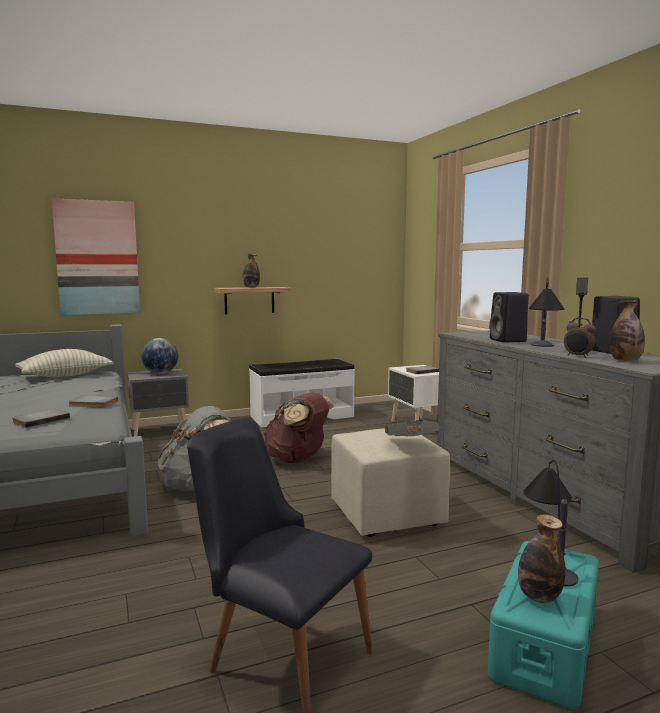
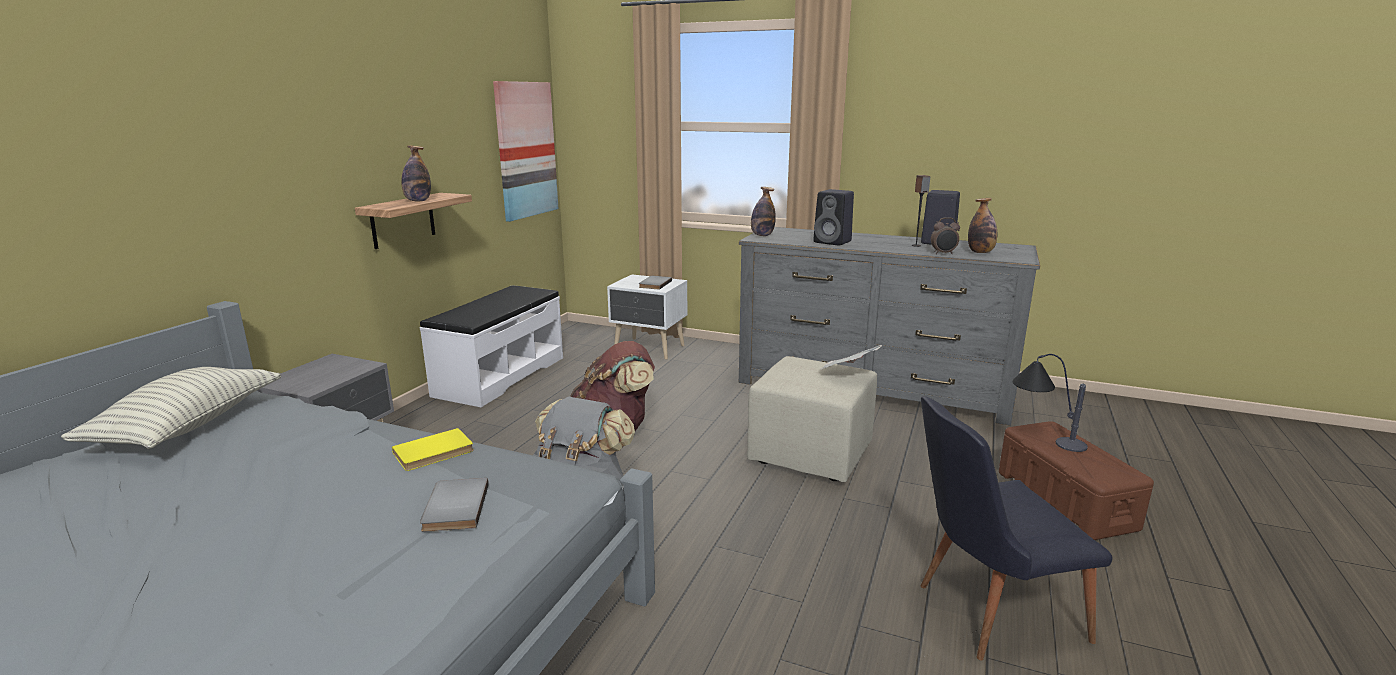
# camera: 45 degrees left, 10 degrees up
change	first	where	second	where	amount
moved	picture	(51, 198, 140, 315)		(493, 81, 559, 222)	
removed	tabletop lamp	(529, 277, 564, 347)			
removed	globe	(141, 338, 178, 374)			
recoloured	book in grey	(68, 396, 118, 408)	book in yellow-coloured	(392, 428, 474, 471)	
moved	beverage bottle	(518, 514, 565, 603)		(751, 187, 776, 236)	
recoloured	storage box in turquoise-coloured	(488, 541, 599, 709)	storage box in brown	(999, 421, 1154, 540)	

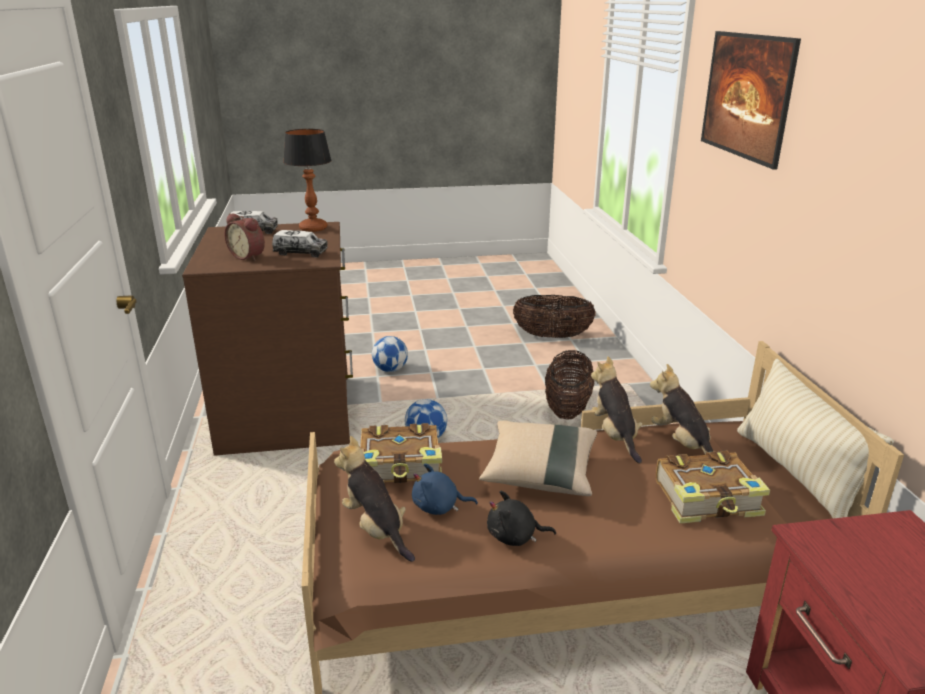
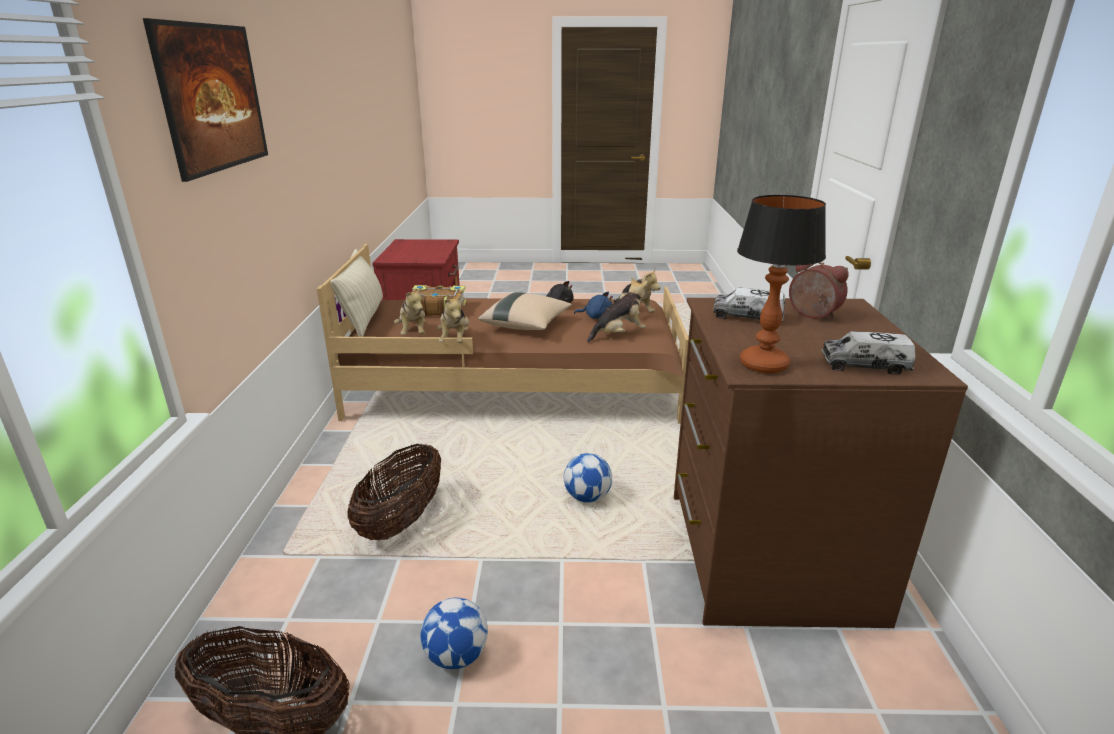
# camera: 170 degrees left, 0 degrees up
change	first	where	second	where	amount
moved	football ball	(372, 336, 408, 372)		(420, 598, 488, 669)	
replaced	book	(360, 423, 442, 484)	soft toy	(587, 277, 648, 342)	

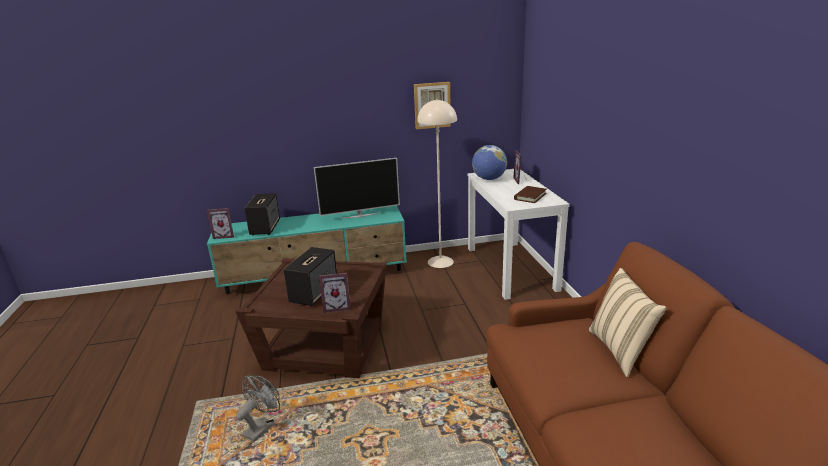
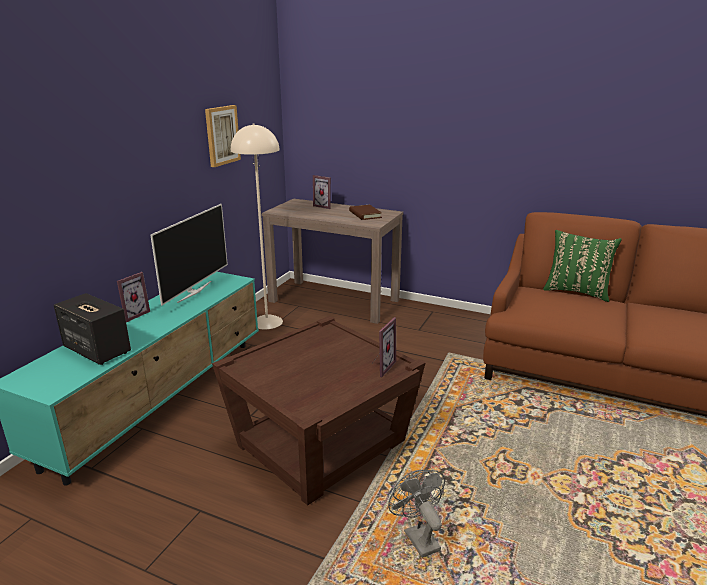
# camera: 55 degrees left, 0 degrees up
change	first	where	second	where	amount
removed	globe	(472, 145, 507, 180)			
recoloured	narrow table in whitish	(468, 169, 570, 300)	narrow table in brown	(262, 199, 403, 324)	
moved	photo frame	(207, 208, 234, 239)		(117, 272, 150, 322)	
removed	audio speaker	(283, 247, 337, 307)			
recoloured	throw pillow in beige	(589, 268, 667, 377)	throw pillow in greenish	(543, 230, 622, 302)	

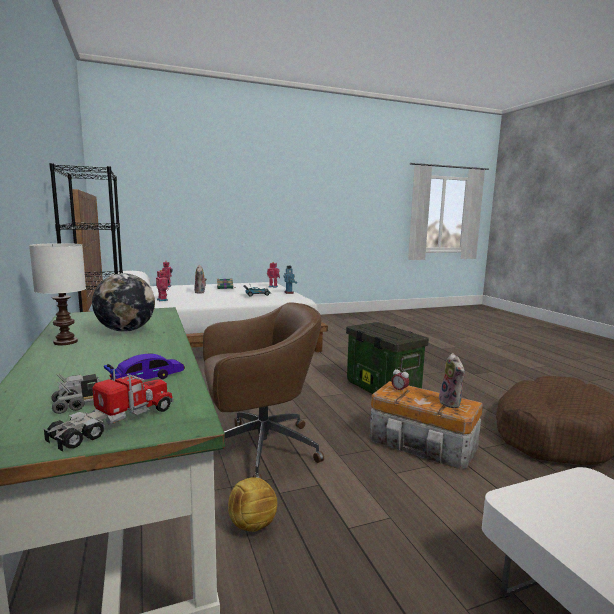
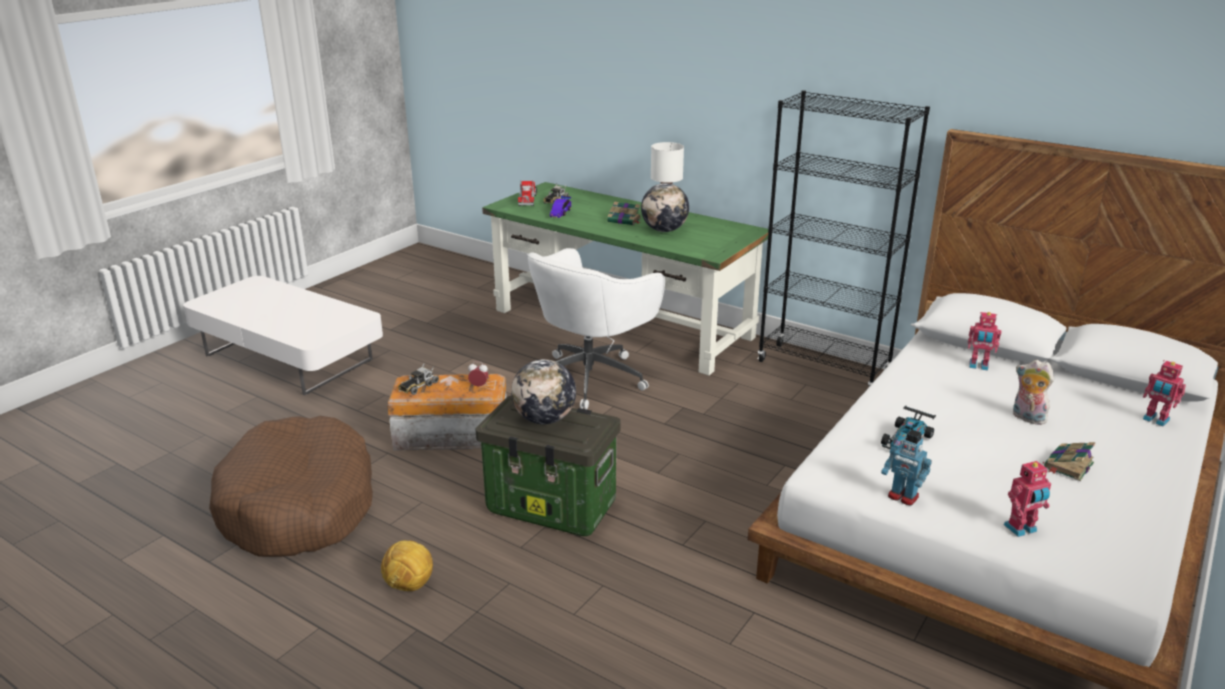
# camera: 145 degrees right, 15 degrees up
change	first	where	second	where	amount
recoloured	desk chair in brown	(203, 302, 324, 479)	desk chair in whitish	(527, 248, 665, 410)	
replaced	soft toy	(439, 353, 465, 408)	model truck	(398, 363, 439, 395)	
moved	football ball	(228, 477, 277, 532)		(381, 540, 433, 591)	
added			book	(607, 202, 641, 225)	
added			globe	(511, 359, 576, 424)	

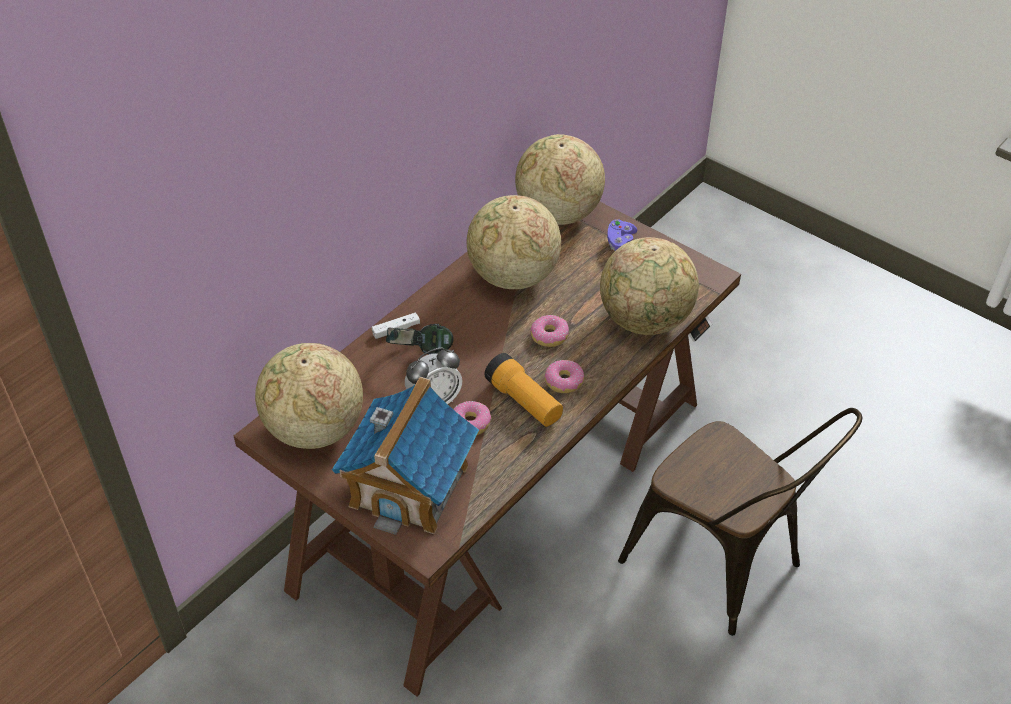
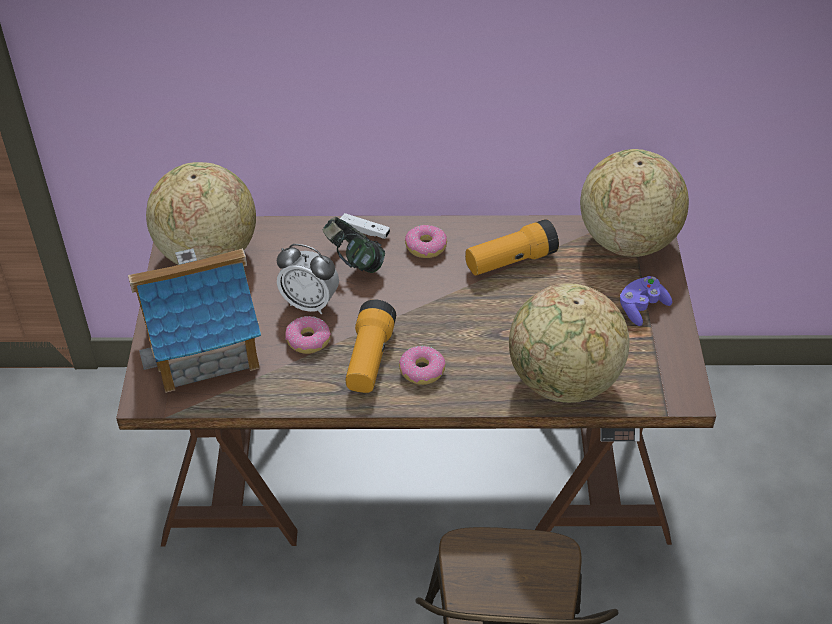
# camera: 50 degrees right, 0 degrees up
change	first	where	second	where	amount
replaced	globe	(467, 195, 561, 289)	hand torch	(465, 219, 559, 276)	
moved	doughnut	(530, 315, 569, 347)		(405, 225, 447, 258)	

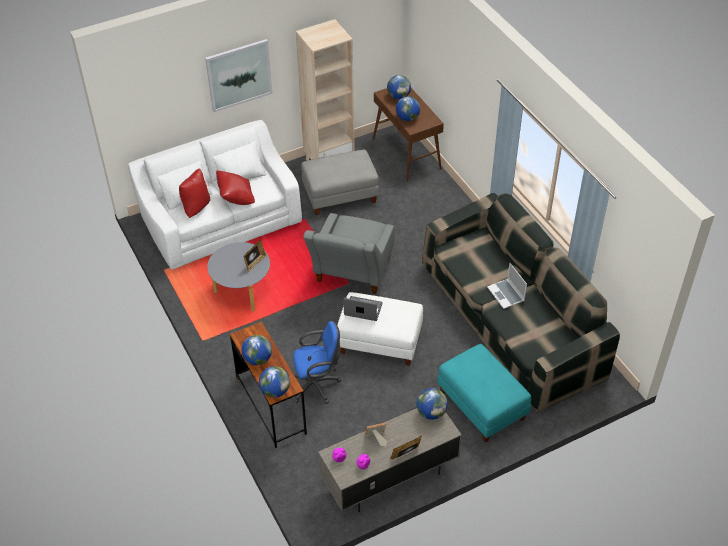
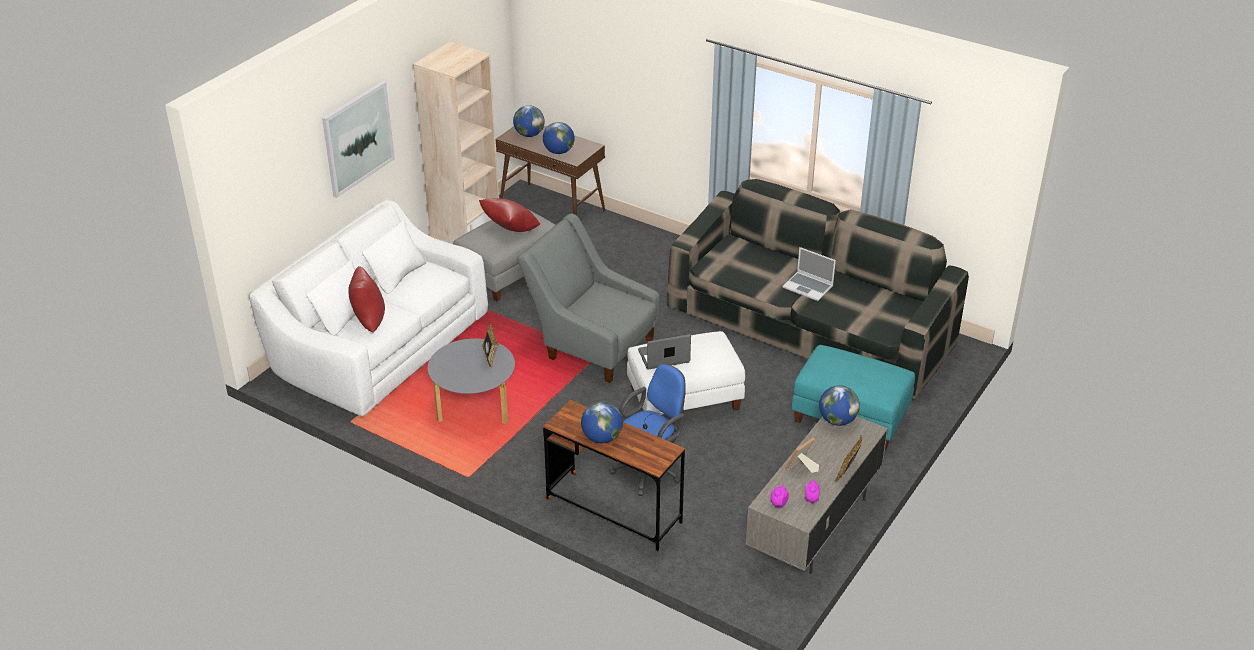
# camera: 30 degrees left, 10 degrees down
change	first	where	second	where	amount
moved	throw pillow in red	(216, 170, 255, 205)		(479, 199, 540, 232)	
turned	easy chair in grey	(303, 213, 395, 294)		(517, 214, 660, 383)	135 degrees clockwise
removed	globe	(259, 366, 290, 398)			

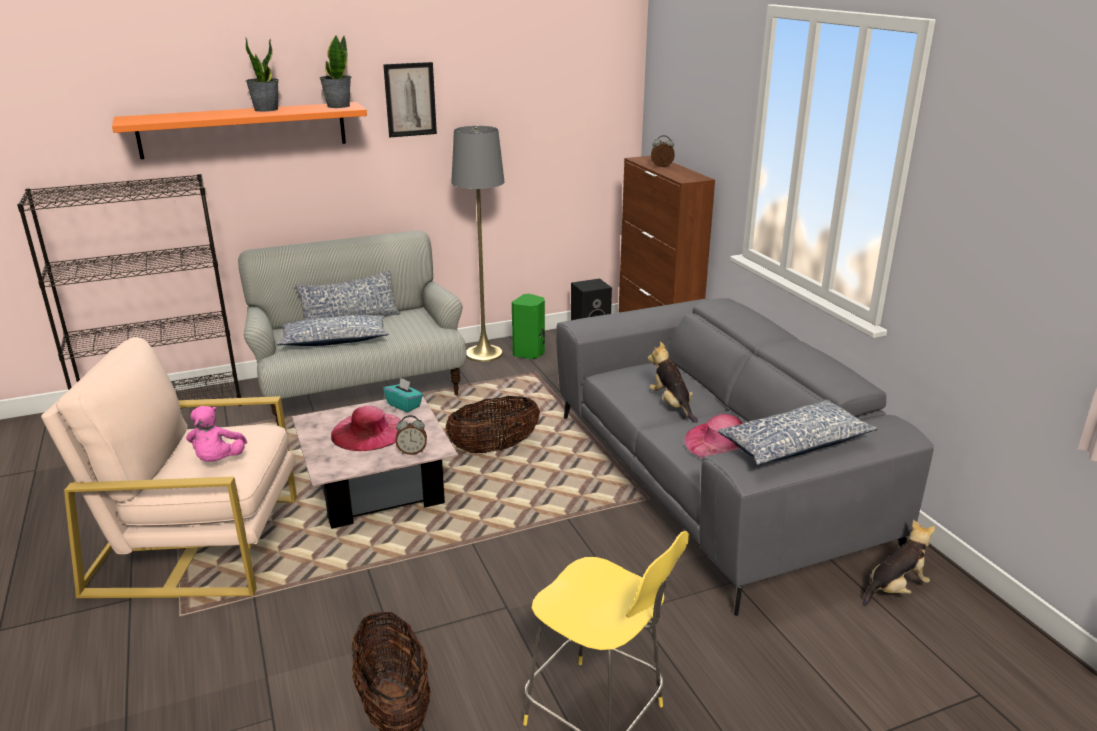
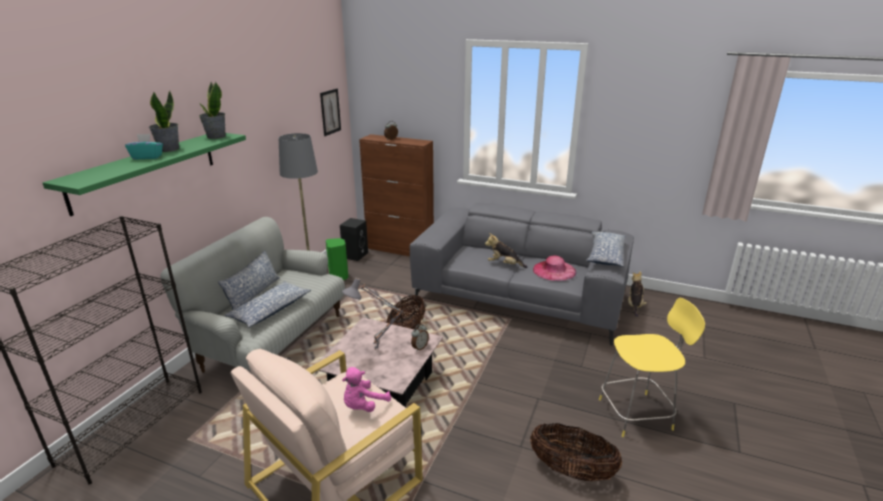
# camera: 45 degrees left, 0 degrees up
change	first	where	second	where	amount
moved	picture	(383, 62, 437, 137)		(320, 89, 341, 136)	
recoloured	shelf in orange-coloured	(112, 102, 367, 159)	shelf in greenish	(42, 133, 246, 216)	
moved	tissue holder in turquoise-coloured	(383, 378, 423, 412)		(125, 134, 163, 159)	
turned	soft toy in pinkish	(186, 406, 247, 462)		(342, 367, 391, 412)	90 degrees clockwise
replaced	wearable hat in pinkish	(331, 406, 401, 451)	tabletop lamp in grey	(342, 278, 403, 350)	

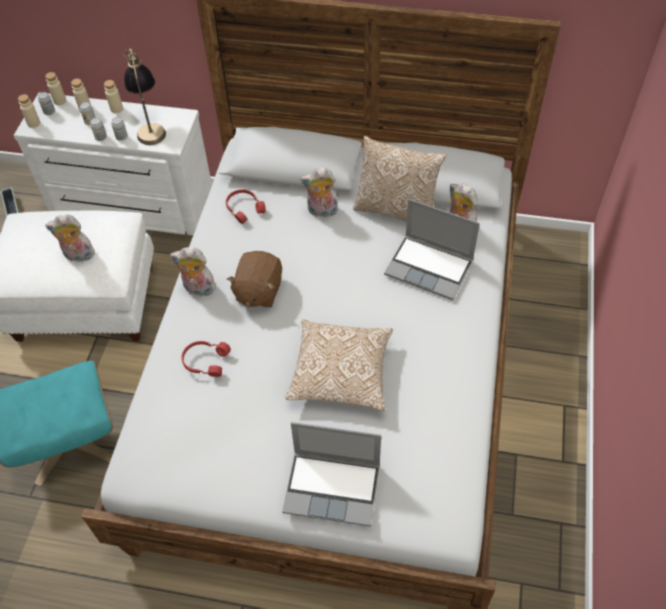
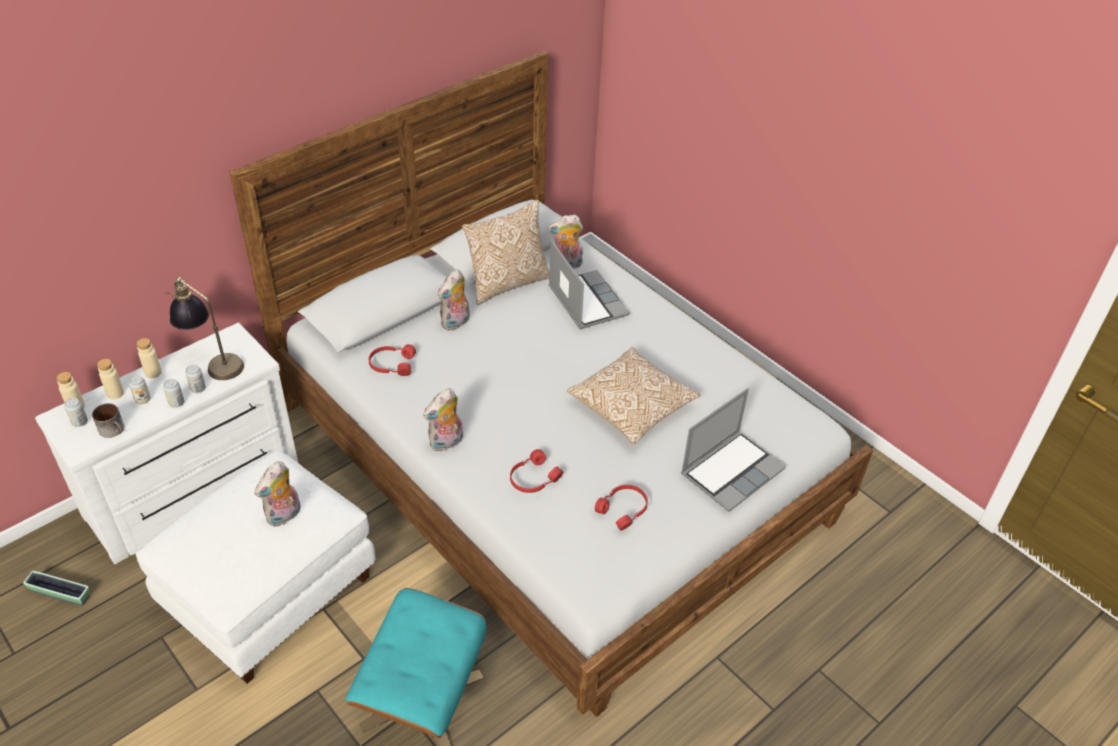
# camera: 55 degrees left, 10 degrees down
change	first	where	second	where	amount
removed	beverage bottle in beige	(18, 94, 40, 128)			
turned	portable computer	(384, 199, 480, 300)		(549, 240, 630, 329)	90 degrees counterclockwise
removed	soft toy in brown	(227, 251, 282, 308)			
added			coffee mug	(92, 403, 124, 438)	
added			pair of headphones in red	(595, 485, 648, 531)	

